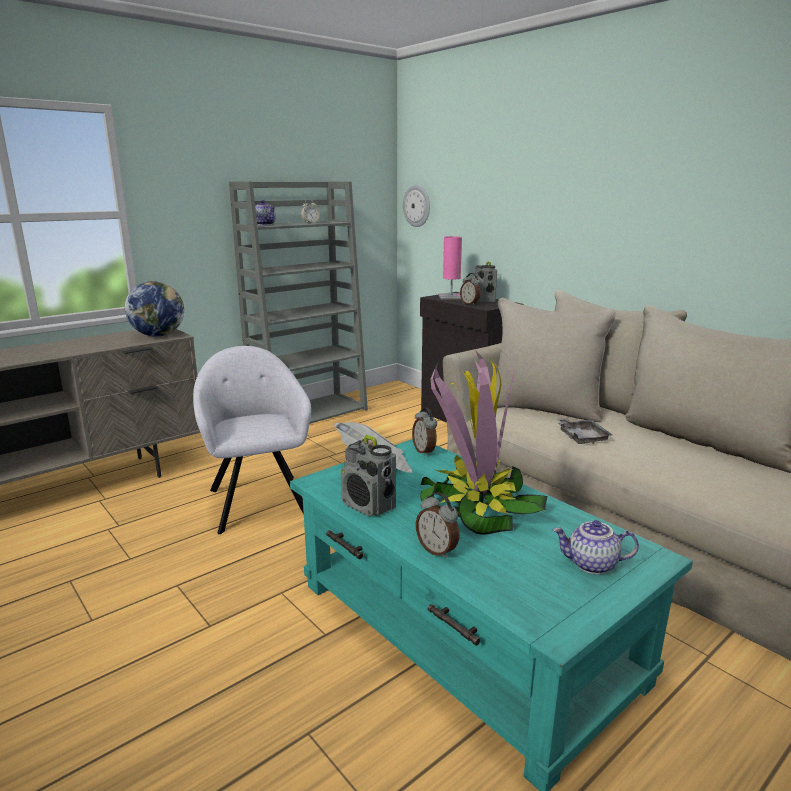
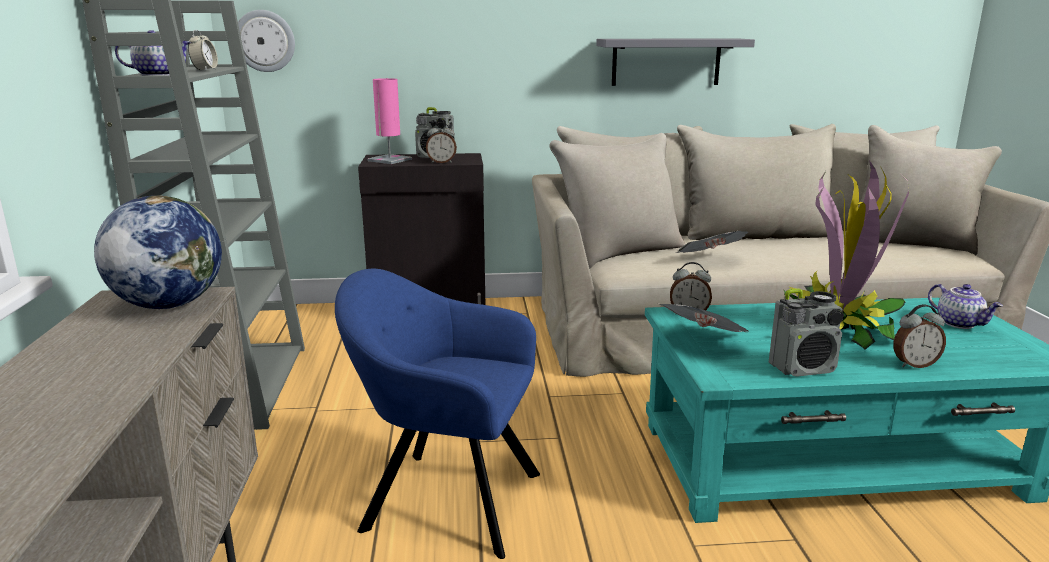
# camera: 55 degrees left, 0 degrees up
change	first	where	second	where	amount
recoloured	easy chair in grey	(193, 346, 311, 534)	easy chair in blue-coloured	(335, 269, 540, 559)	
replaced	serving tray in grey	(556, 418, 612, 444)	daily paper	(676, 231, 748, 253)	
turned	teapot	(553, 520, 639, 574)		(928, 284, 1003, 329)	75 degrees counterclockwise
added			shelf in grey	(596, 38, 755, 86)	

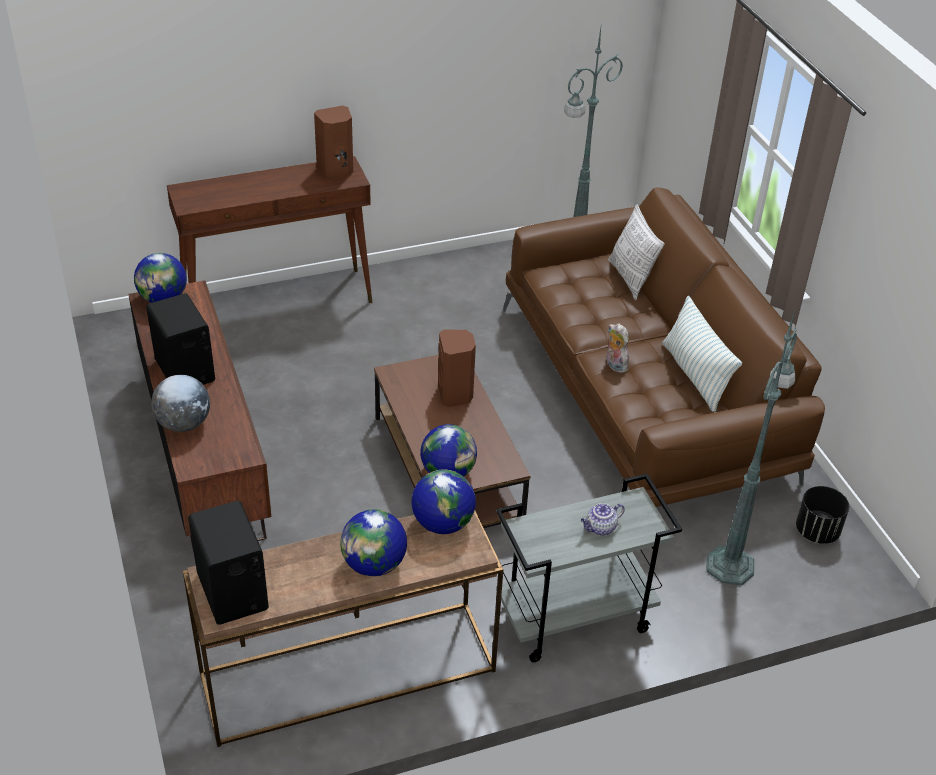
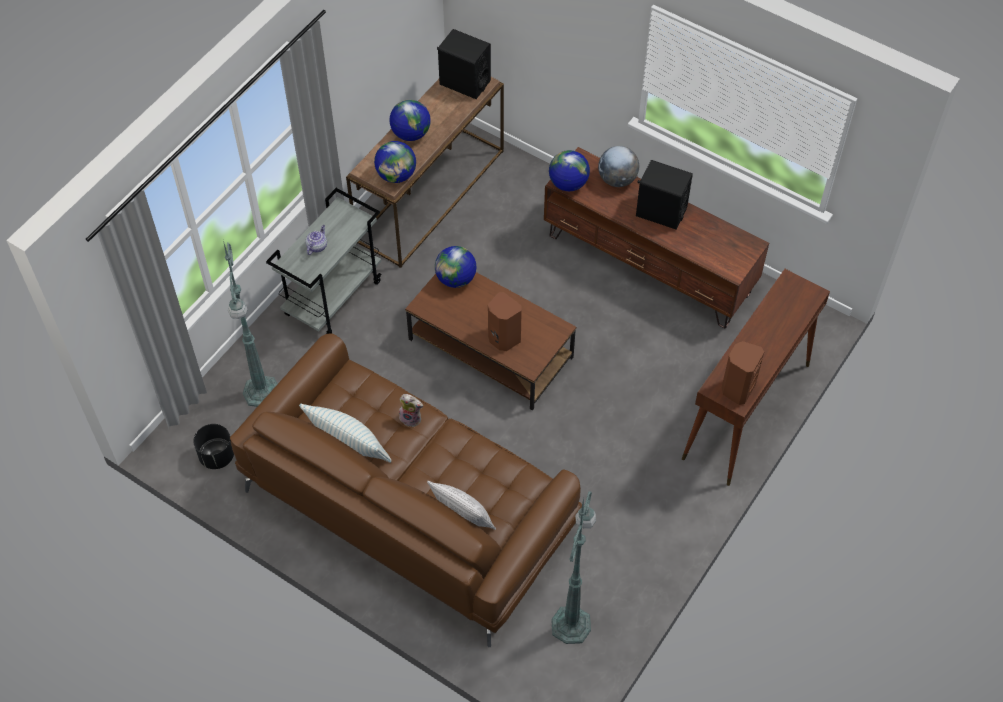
# camera: 145 degrees right, 15 degrees up
change	first	where	second	where	amount
moved	globe	(134, 253, 187, 303)		(549, 150, 590, 191)	

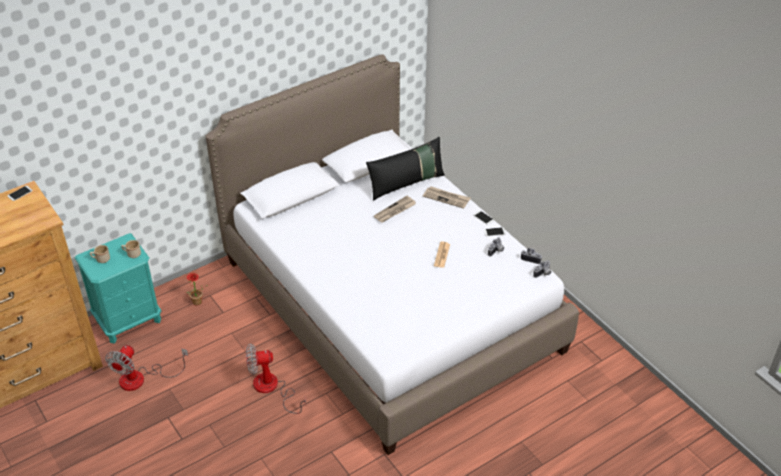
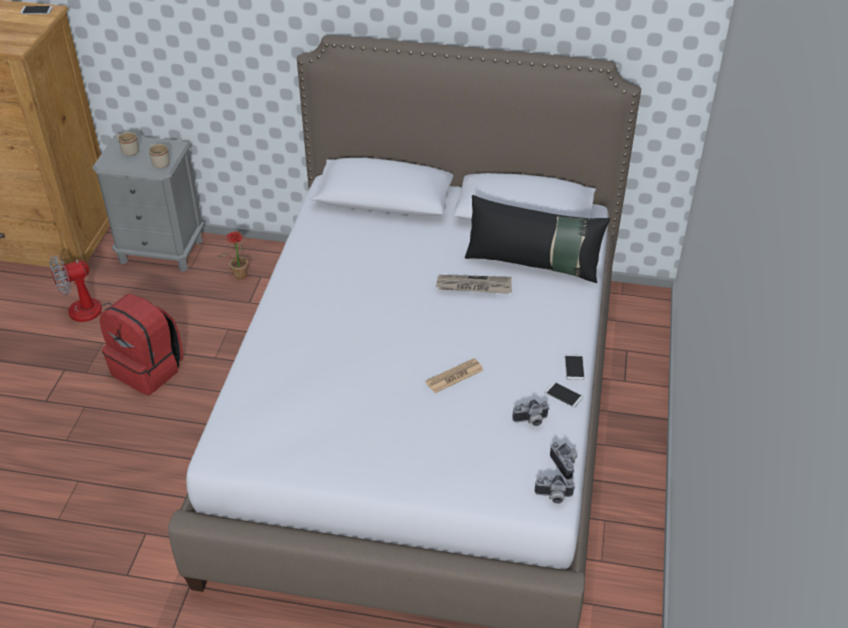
# camera: 45 degrees right, 0 degrees up
change	first	where	second	where	amount
removed	daily paper	(423, 186, 470, 208)			
recoloured	bedside table in turquoise-coloured	(75, 233, 161, 344)	bedside table in grey	(92, 134, 205, 272)	
removed	cooling fan	(246, 344, 306, 414)			
added			rucksack in red	(100, 294, 183, 395)	

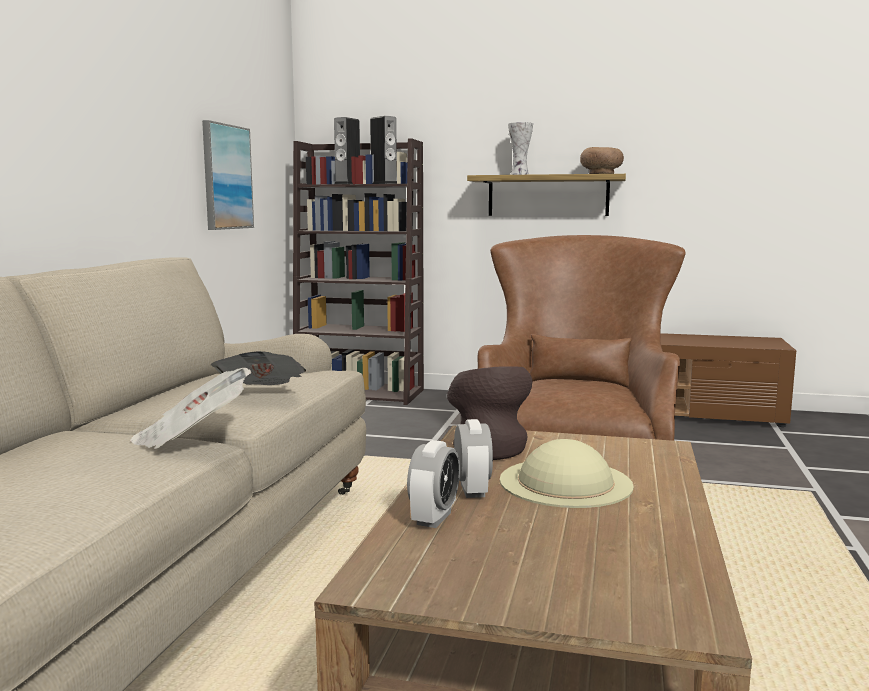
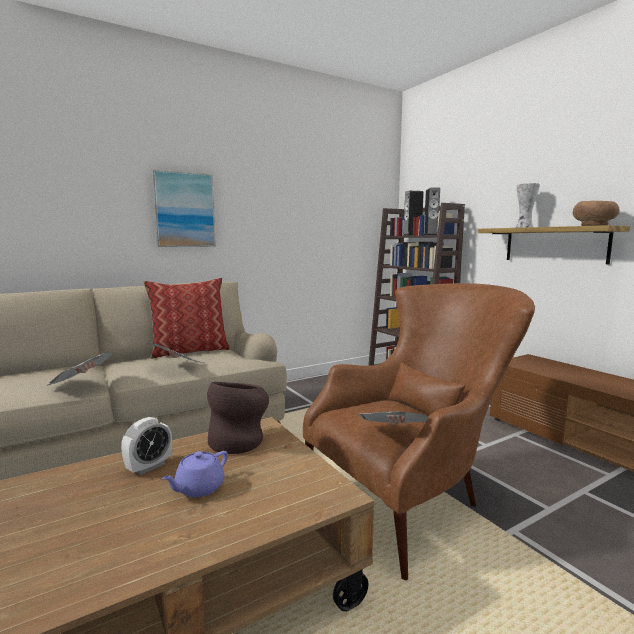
# camera: 45 degrees right, 0 degrees up
change	first	where	second	where	amount
moved	picture	(202, 120, 254, 230)		(152, 170, 216, 247)	
replaced	wearable hat in beige	(500, 439, 634, 508)	teapot in purple-coloured	(162, 451, 228, 497)	
removed	bedside clock	(407, 440, 460, 528)			
added			throw pillow	(143, 278, 230, 359)	
added			daily paper	(359, 412, 428, 426)	

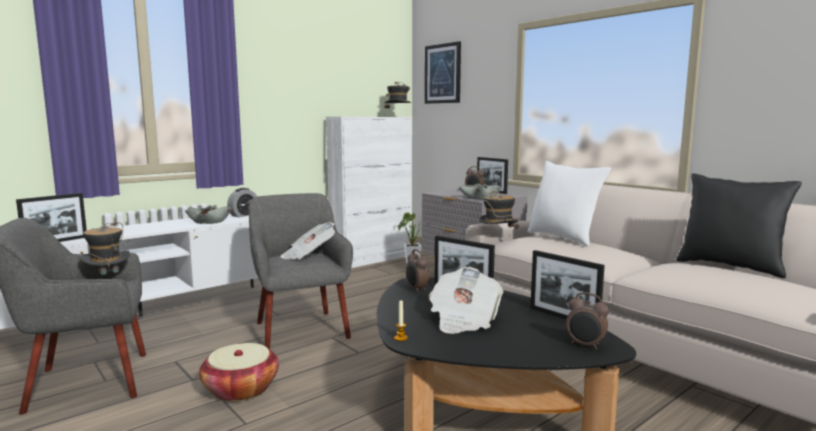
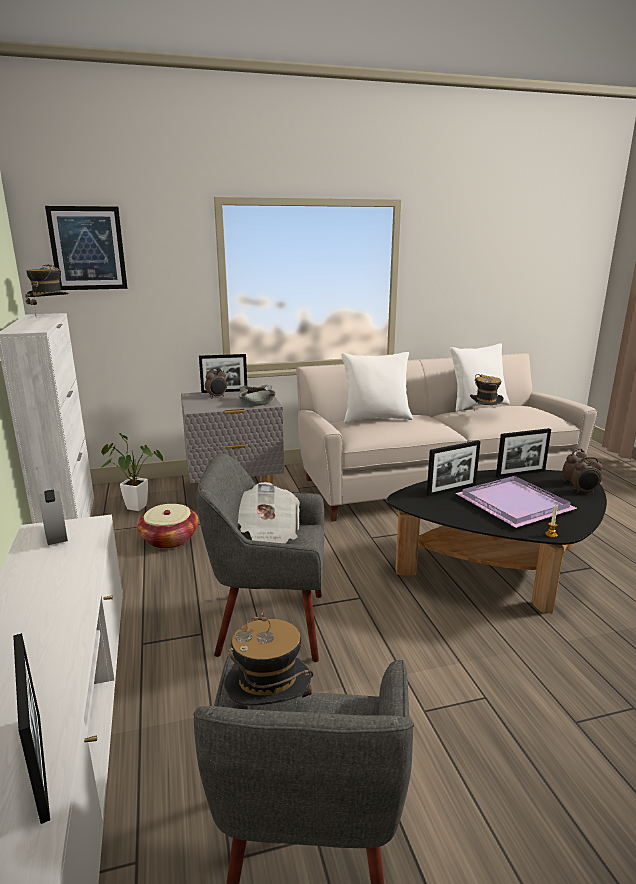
# camera: 65 degrees left, 10 degrees up
change	first	where	second	where	amount
recoloured	throw pillow in black-coloured	(676, 173, 802, 278)	throw pillow in whitish	(450, 343, 510, 412)	
moved	wearable hat	(479, 190, 519, 229)		(470, 374, 504, 405)	
removed	deep dish in grey	(185, 205, 232, 224)			
moved	bedside clock	(406, 249, 429, 293)		(571, 457, 603, 493)	
replaced	daily paper	(429, 267, 504, 334)	serving tray in purple-coloured	(455, 476, 577, 528)	
moved	storage basket	(199, 343, 279, 402)		(137, 504, 198, 549)	

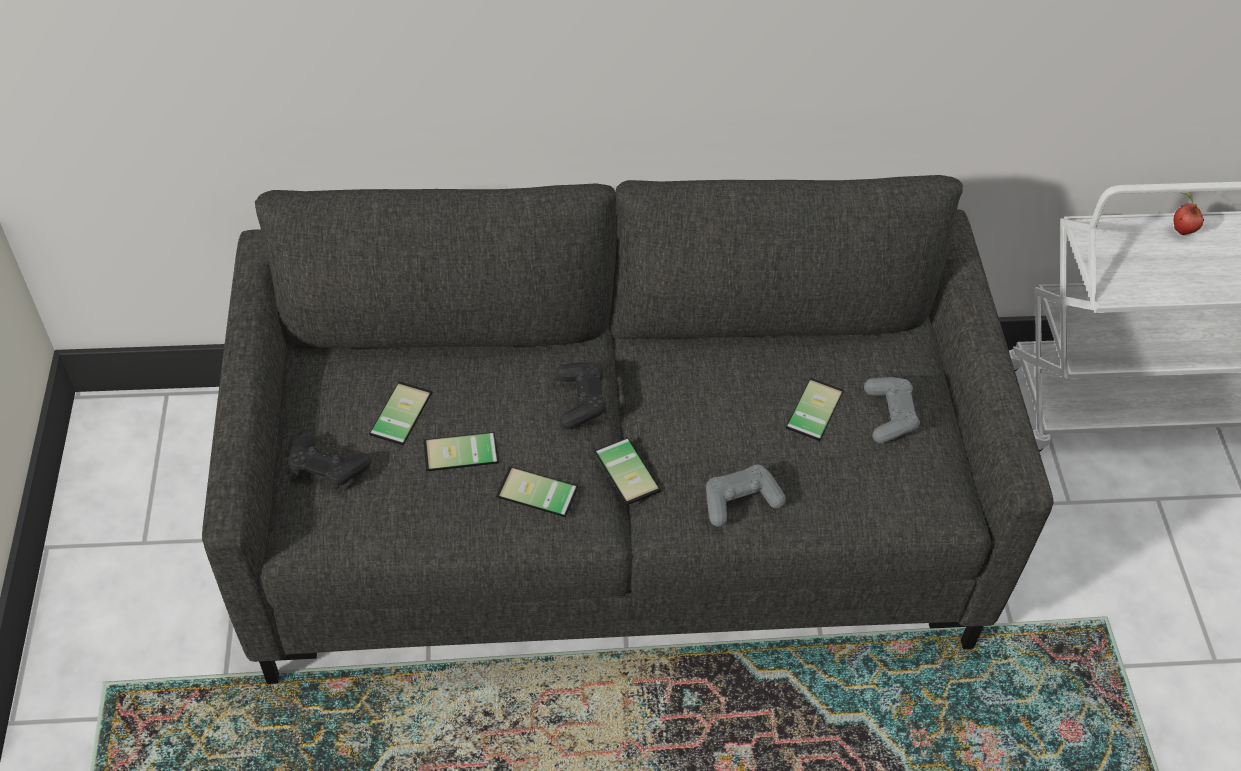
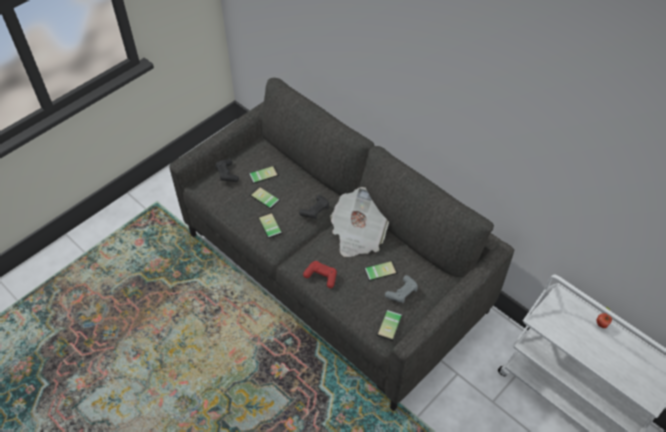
# camera: 50 degrees right, 0 degrees up
change	first	where	second	where	amount
moved	telephone	(594, 437, 661, 505)		(377, 309, 402, 341)	
recoloured	gamepad in grey	(706, 465, 786, 527)	gamepad in red	(303, 261, 337, 288)	
added			daily paper	(330, 187, 389, 257)	

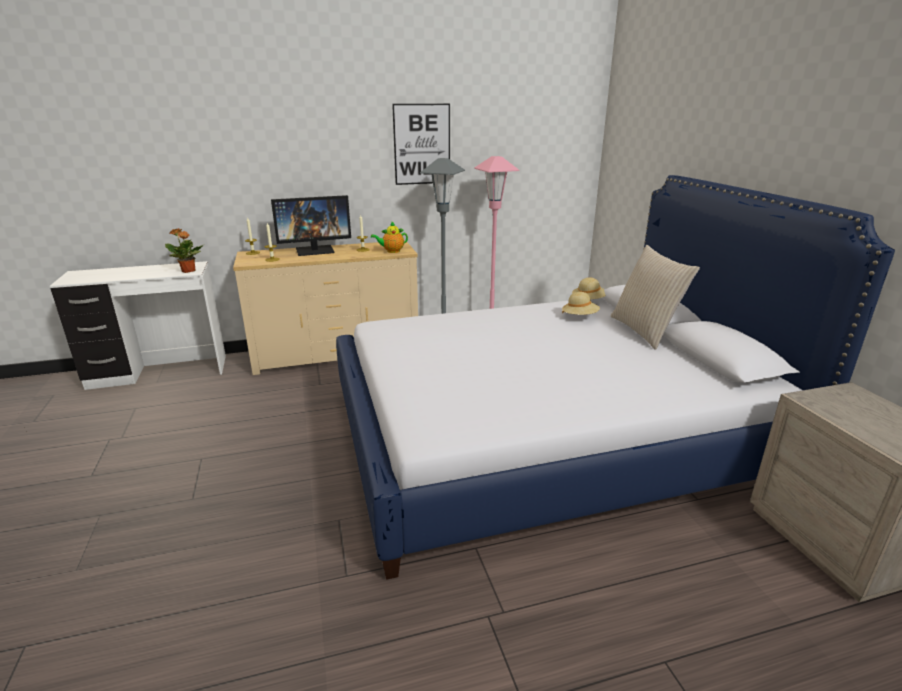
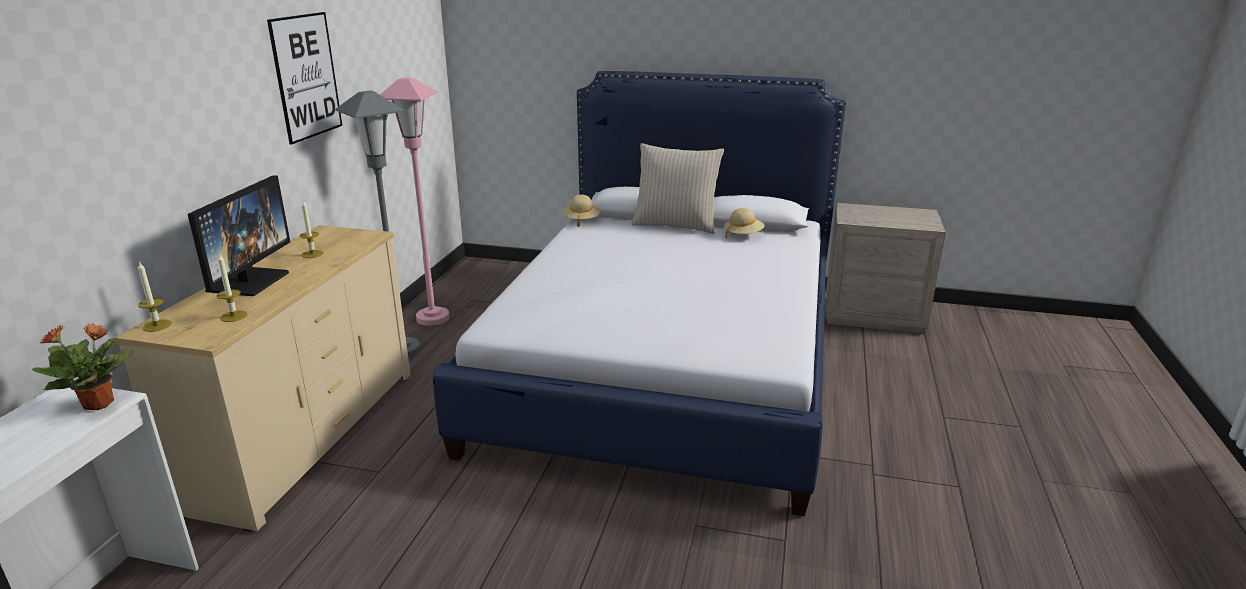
# camera: 60 degrees left, 0 degrees up
change	first	where	second	where	amount
removed	teapot	(371, 222, 408, 253)			
moved	wearable hat in beige	(562, 292, 600, 315)		(723, 208, 765, 239)	

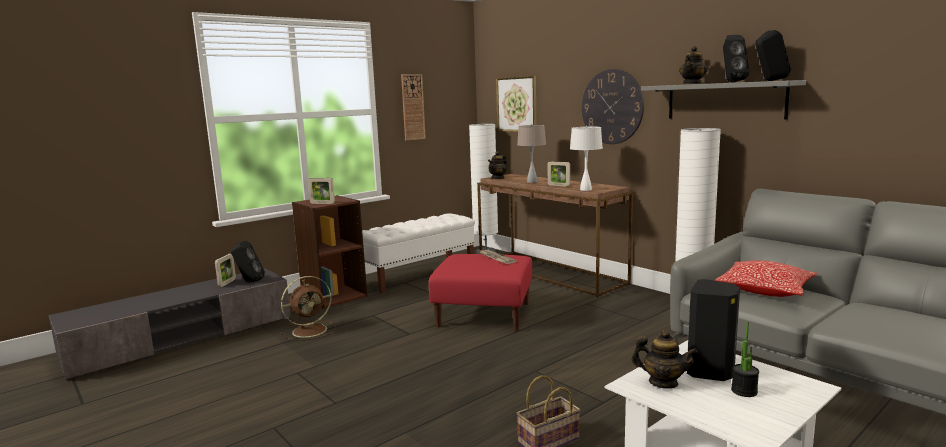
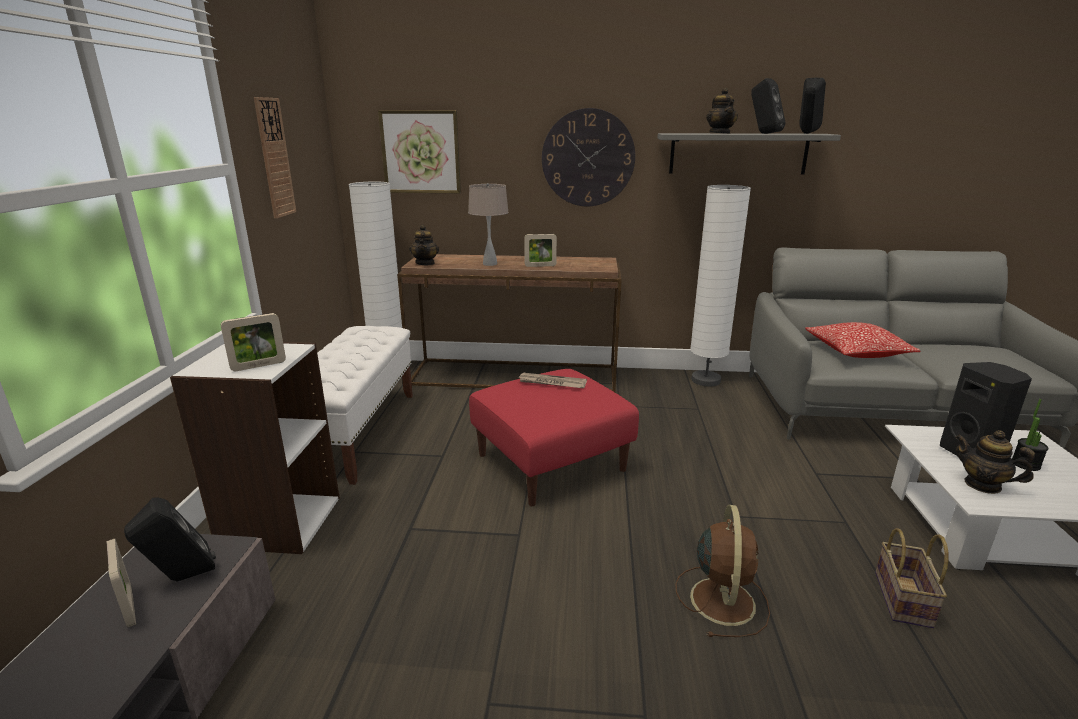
# camera: 45 degrees left, 10 degrees up
change	first	where	second	where	amount
removed	tabletop lamp in whitish	(570, 126, 603, 191)			
recoloured	bookshelf in brown	(292, 195, 367, 309)	bookshelf in whitish	(170, 342, 340, 554)	
moved	cooling fan in brown	(281, 276, 336, 341)		(675, 505, 770, 637)	
turned	teapot	(631, 330, 698, 389)		(955, 430, 1035, 494)	120 degrees counterclockwise

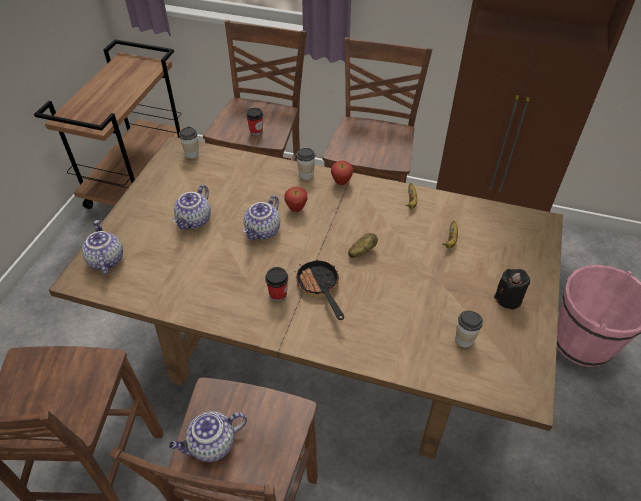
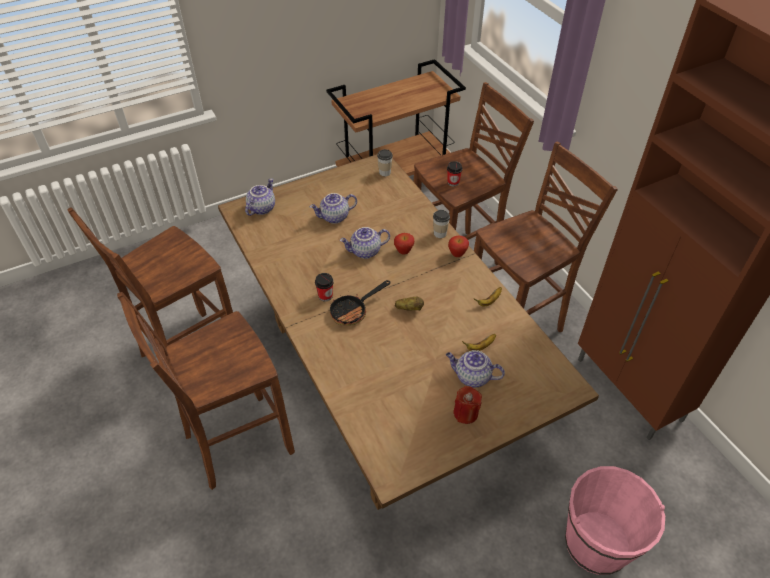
# camera: 45 degrees right, 0 degrees up
change	first	where	second	where	amount
turned	pan	(294, 261, 344, 320)		(330, 280, 390, 325)	150 degrees counterclockwise
recoloured	wax candle in black-coloured	(494, 269, 530, 310)	wax candle in red	(454, 386, 482, 424)	
removed	small cup	(455, 310, 483, 347)			
moved	teapot	(169, 411, 247, 462)		(446, 350, 505, 387)	

